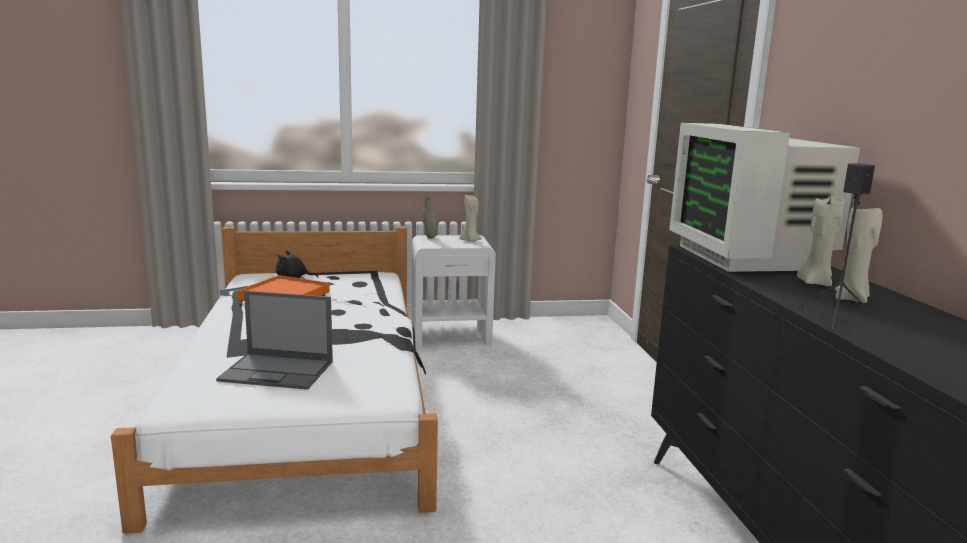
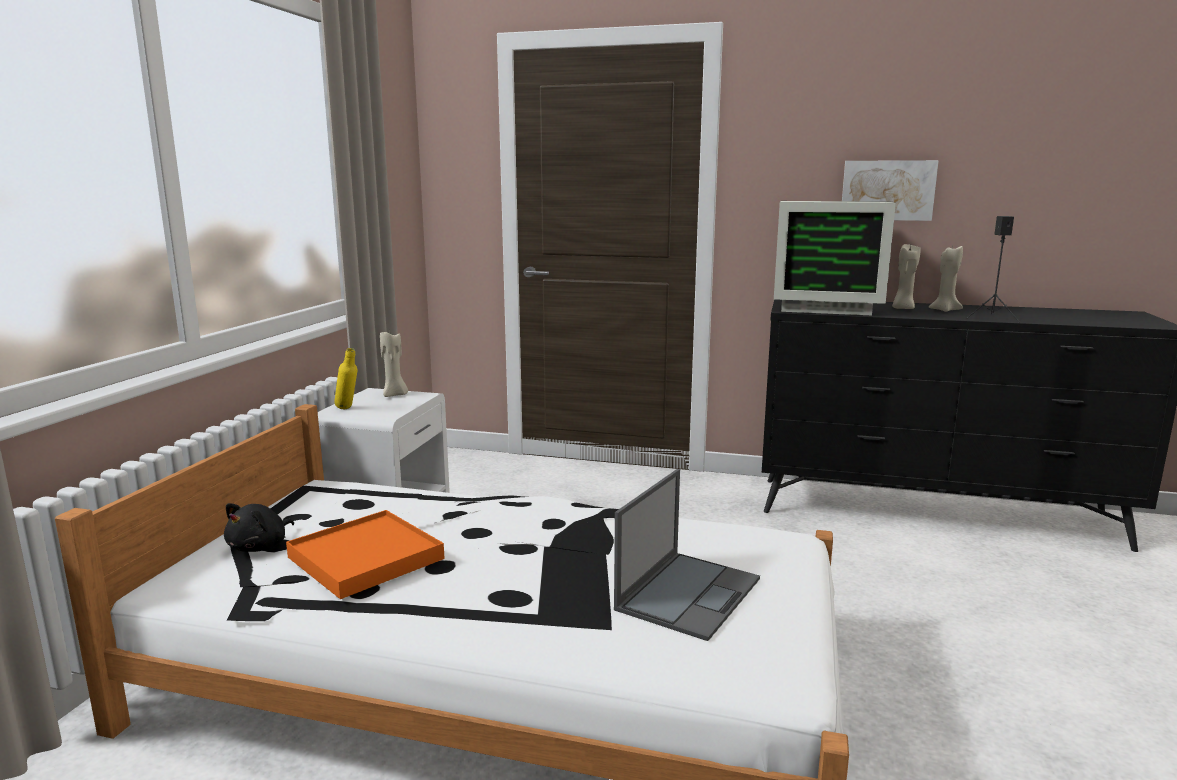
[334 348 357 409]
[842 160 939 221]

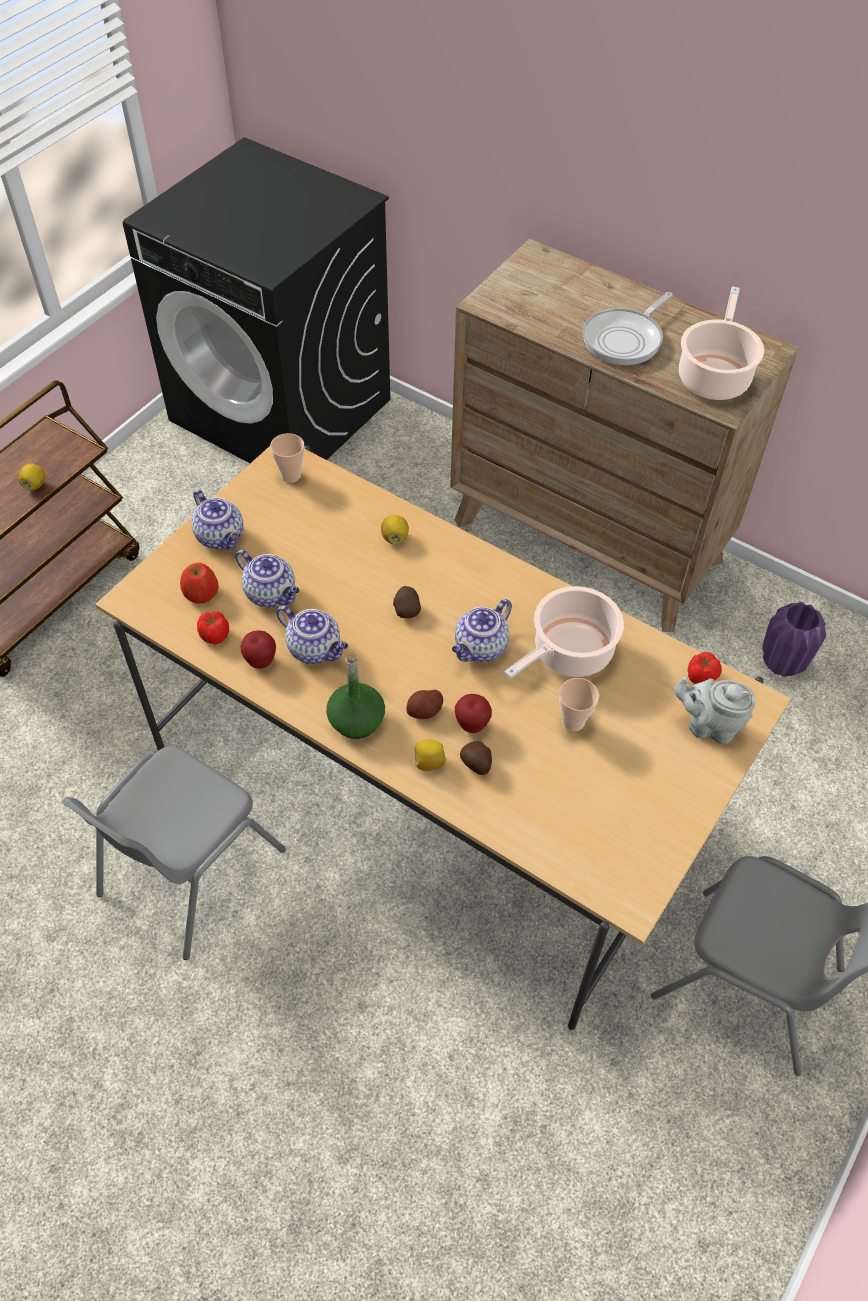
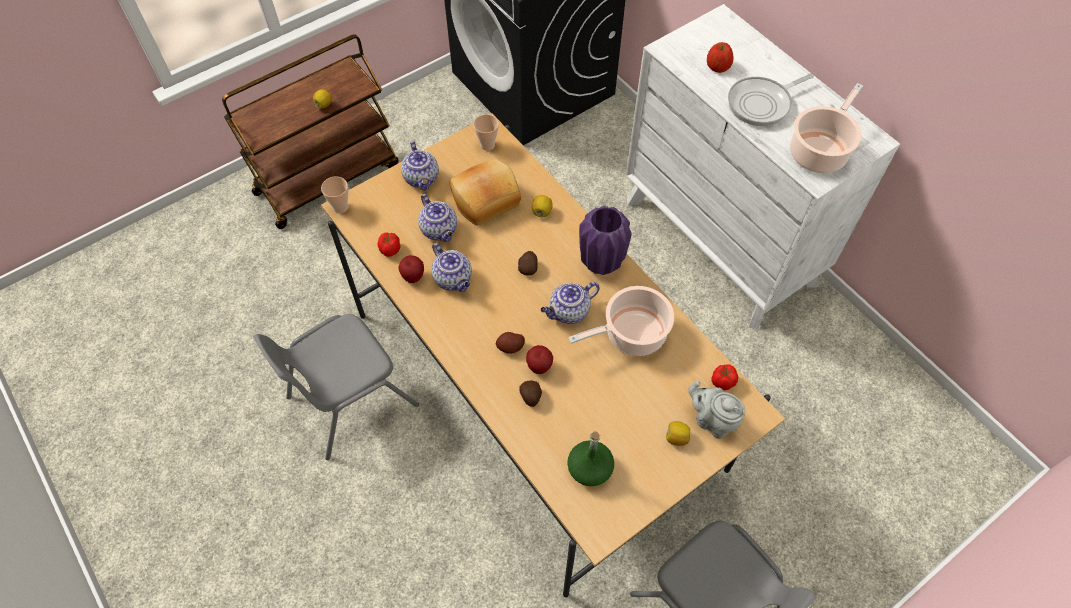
[626 4 900 330]
[707 42 734 73]
[579 206 632 275]
[568 432 614 486]
[321 176 348 213]
[666 421 690 446]
[450 159 521 226]

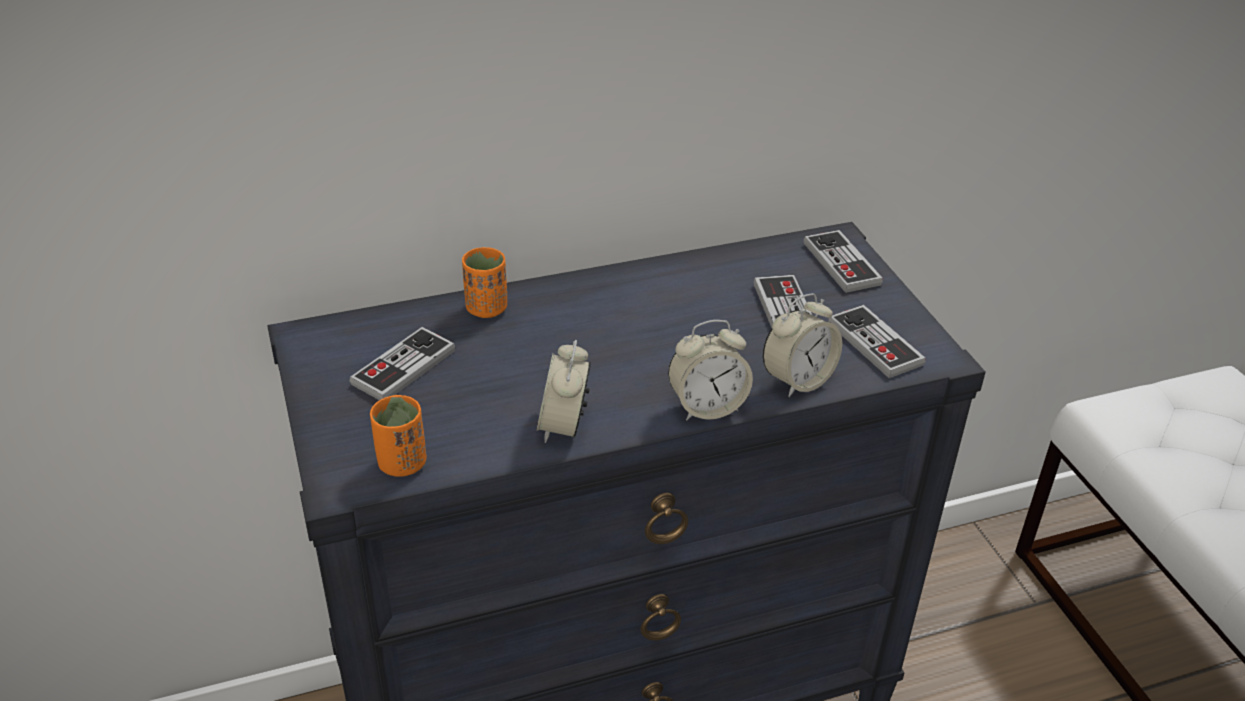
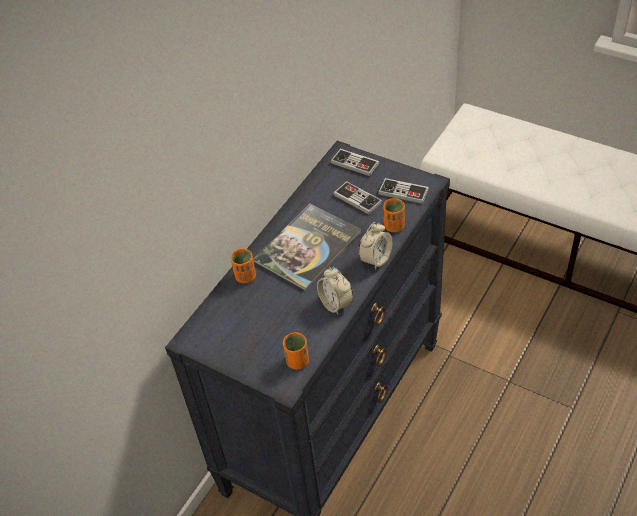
[383 198 405 232]
[350 327 455 400] (first image)
[253 204 361 291]

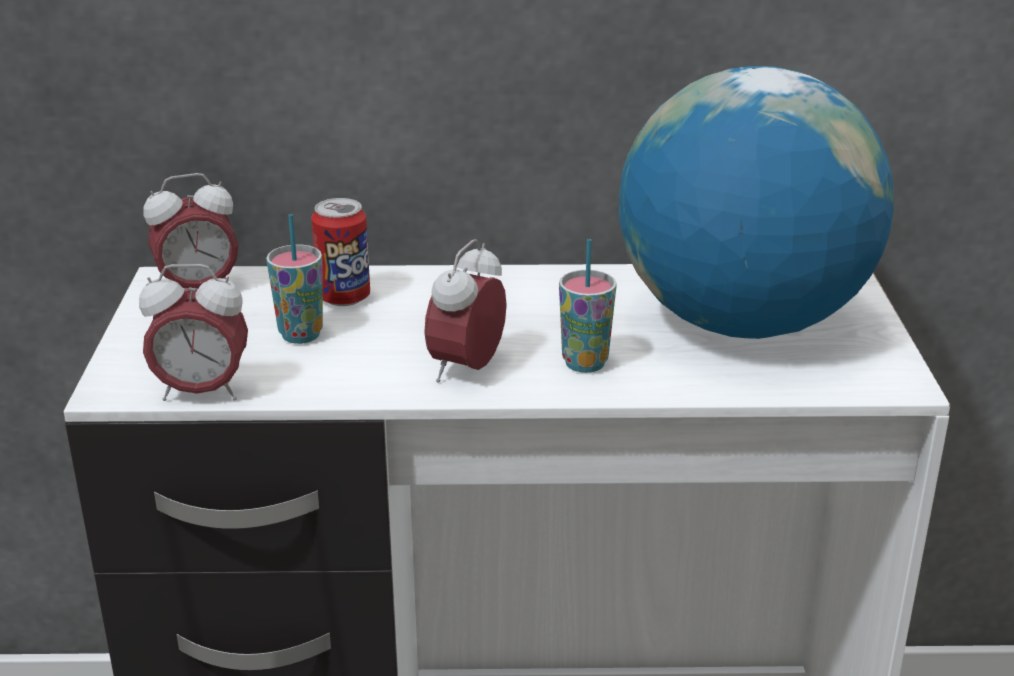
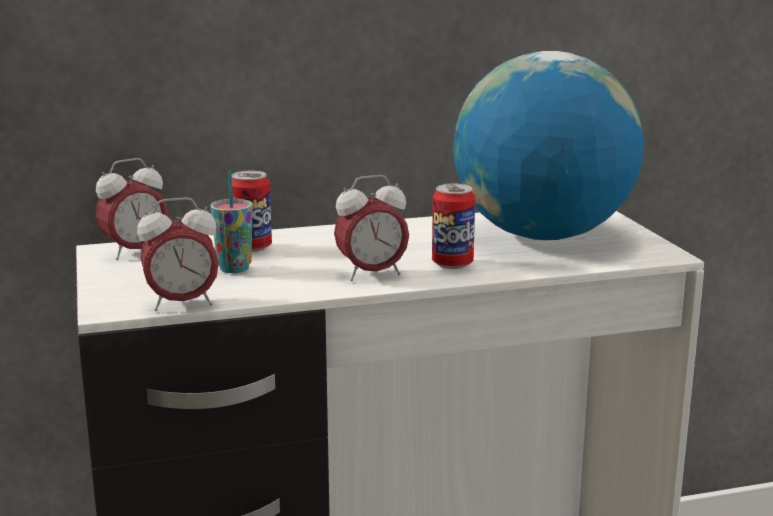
[334 175 409 281]
[432 183 475 269]

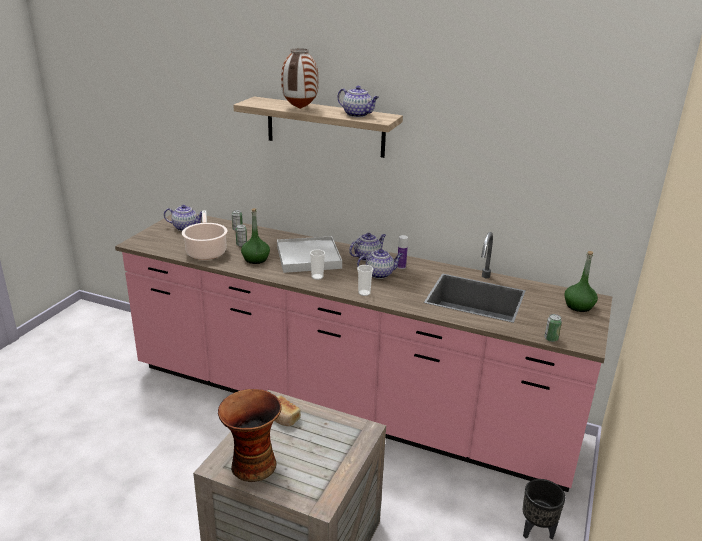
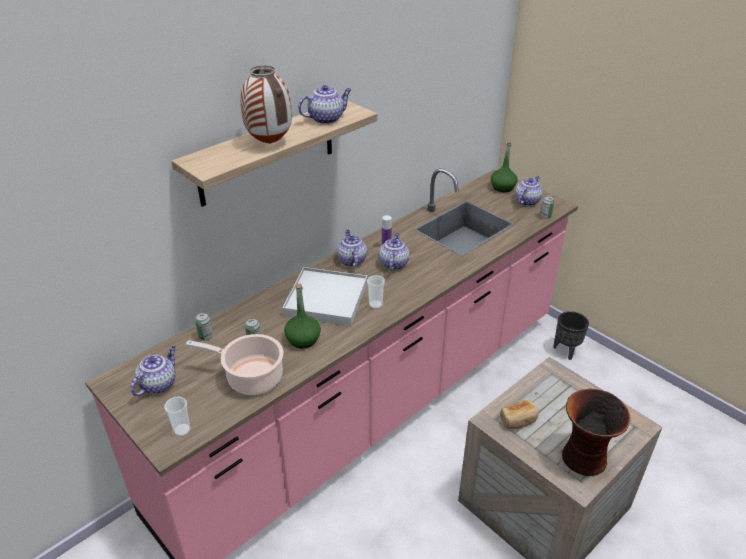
[164 397 191 437]
[515 176 542 206]

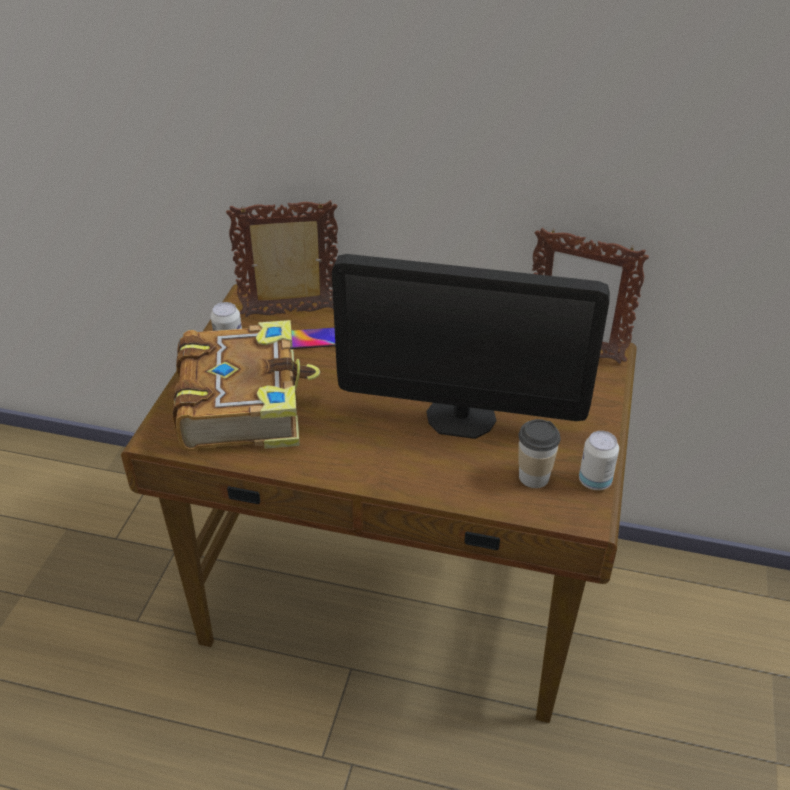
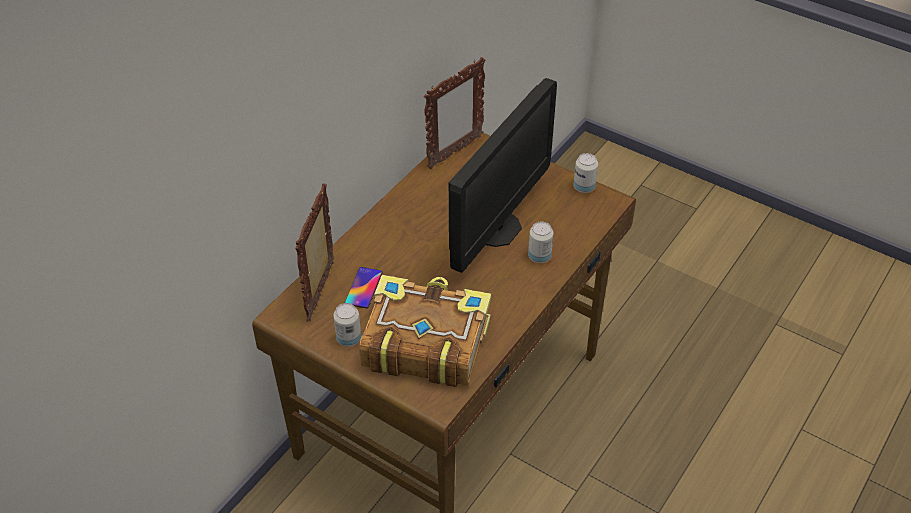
[518 419 561 488] (first image)
[528 222 553 263]

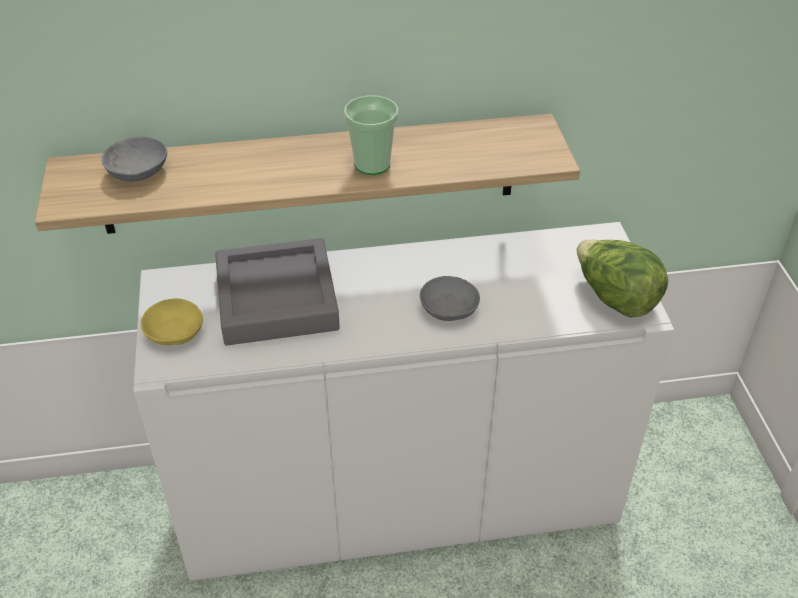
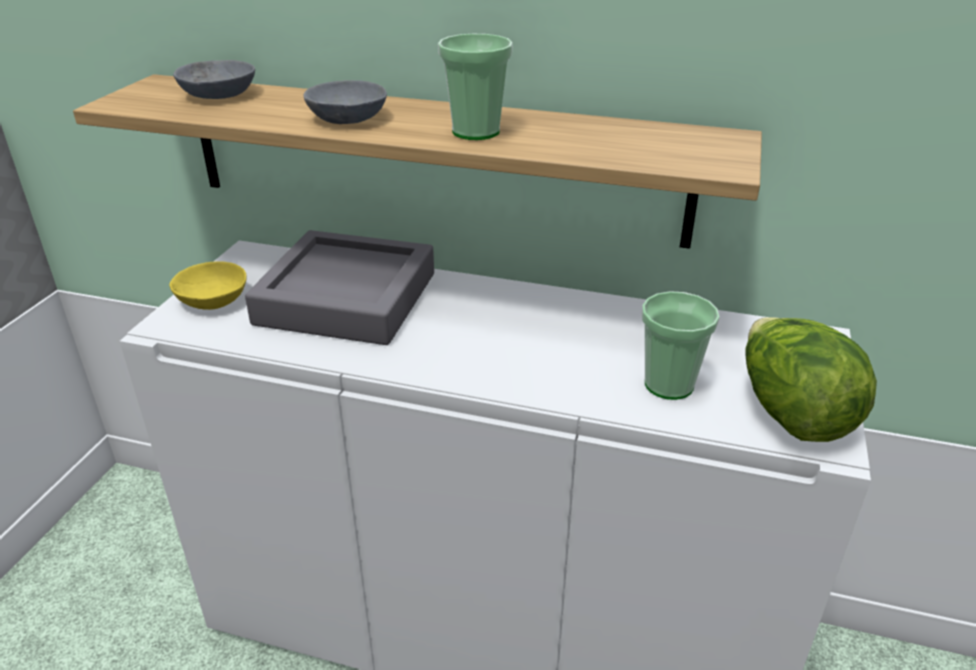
[304 80 387 124]
[641 291 720 400]

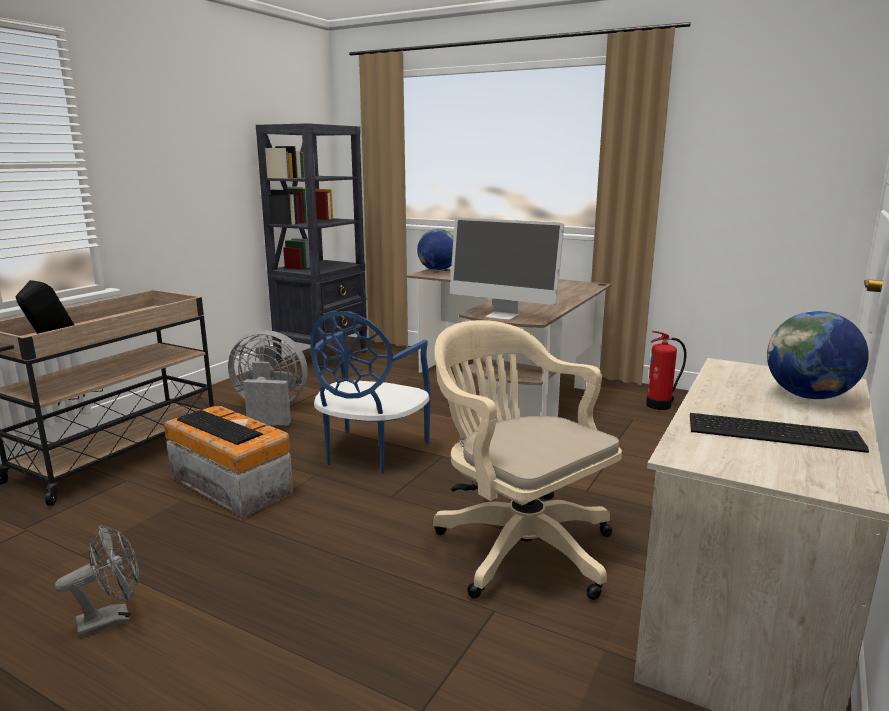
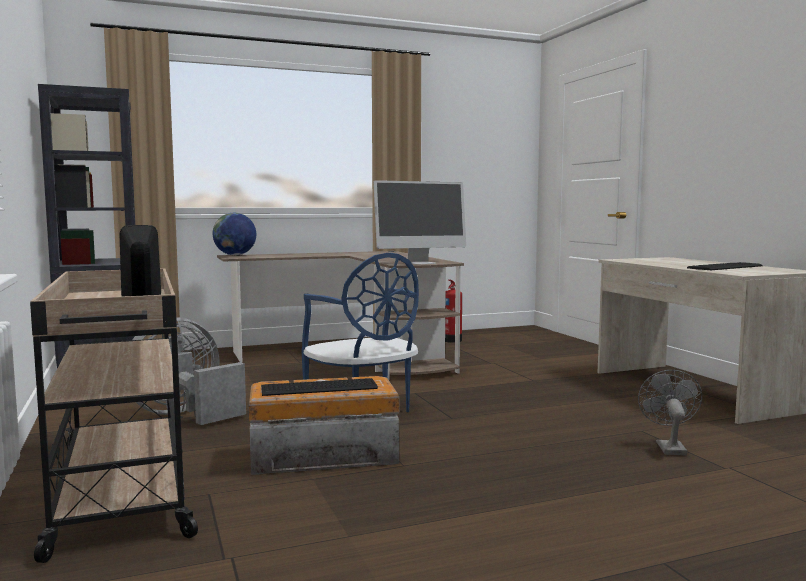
[767 311 869 399] (first image)
[433 320 622 600] (first image)
[638 370 702 456]

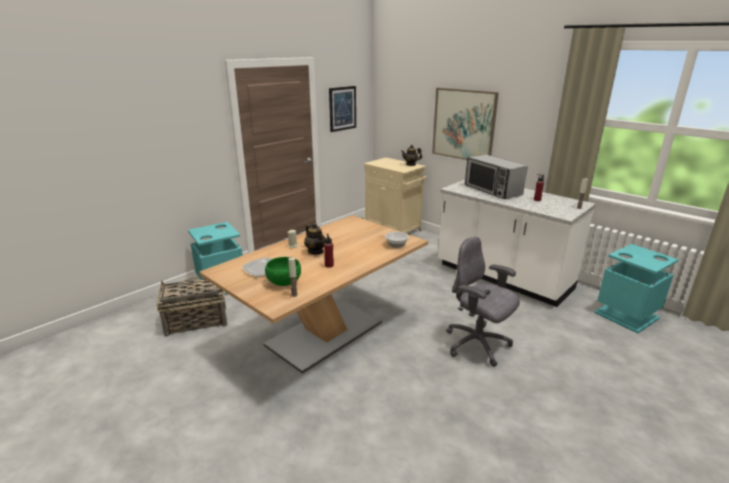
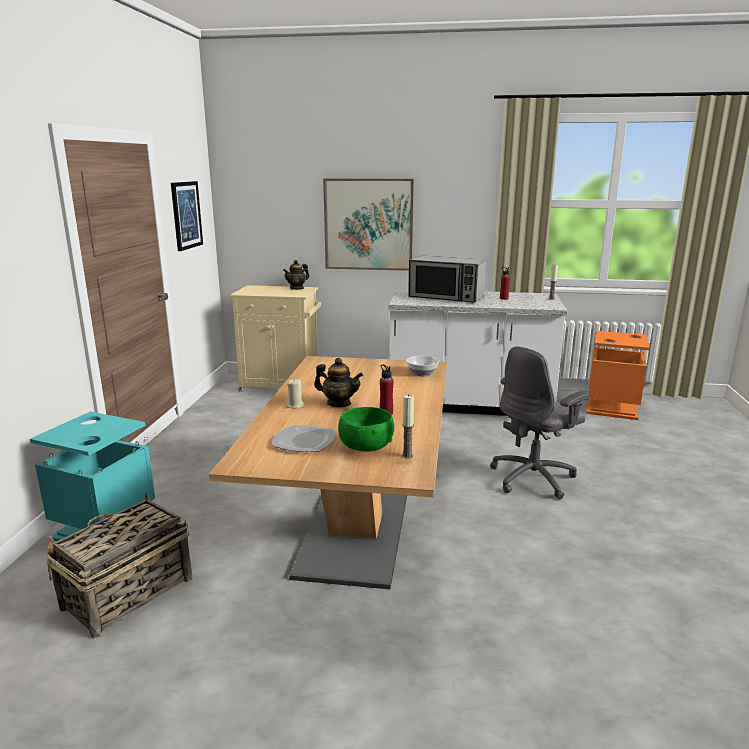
[490 346 590 499]
[586 331 649 420]

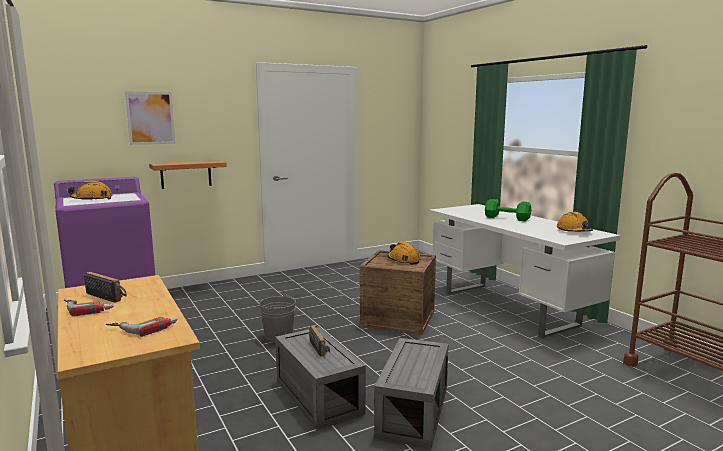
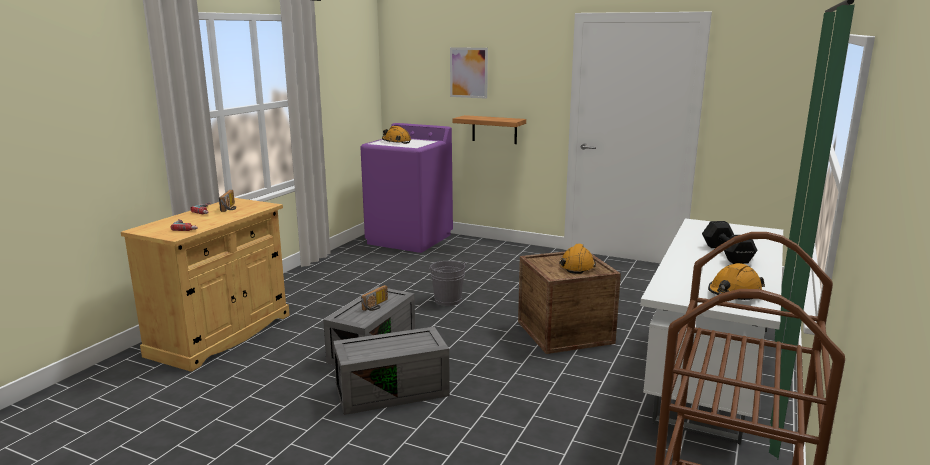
[702 221 757 264]

